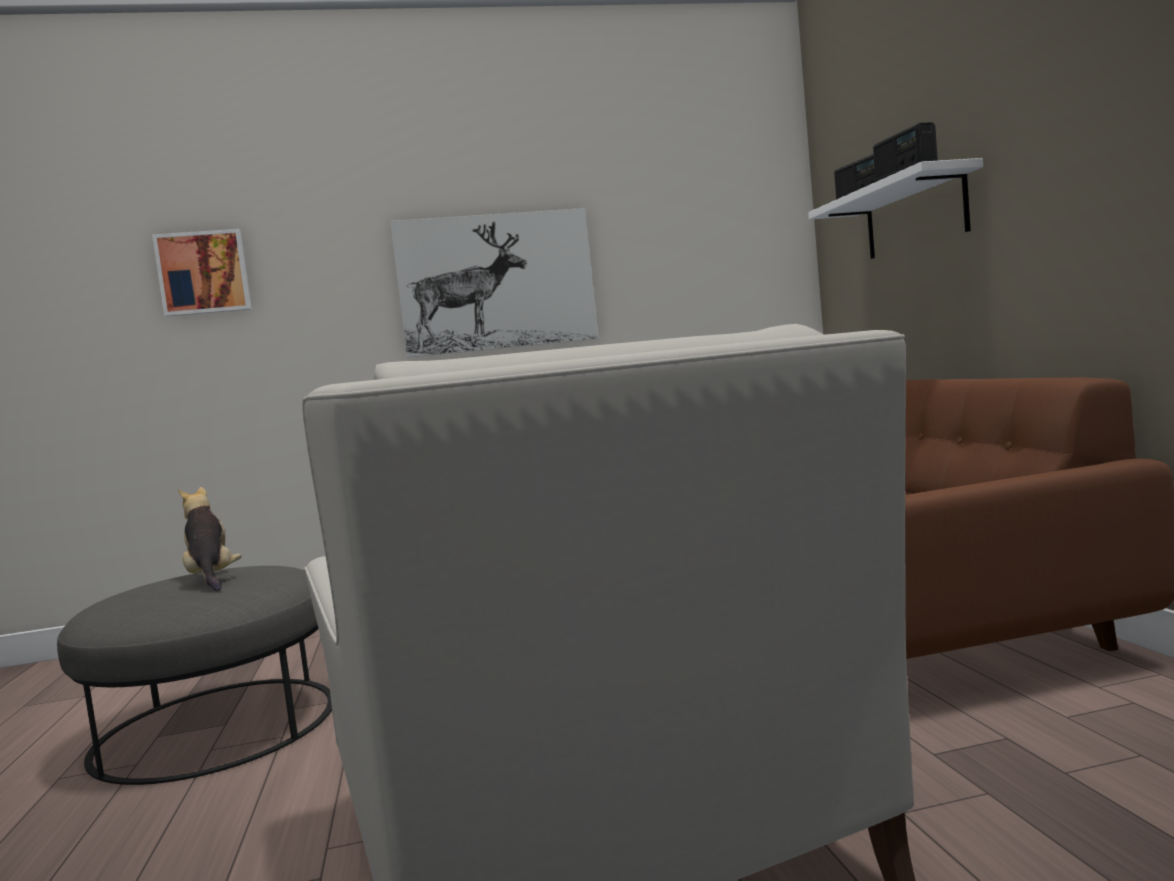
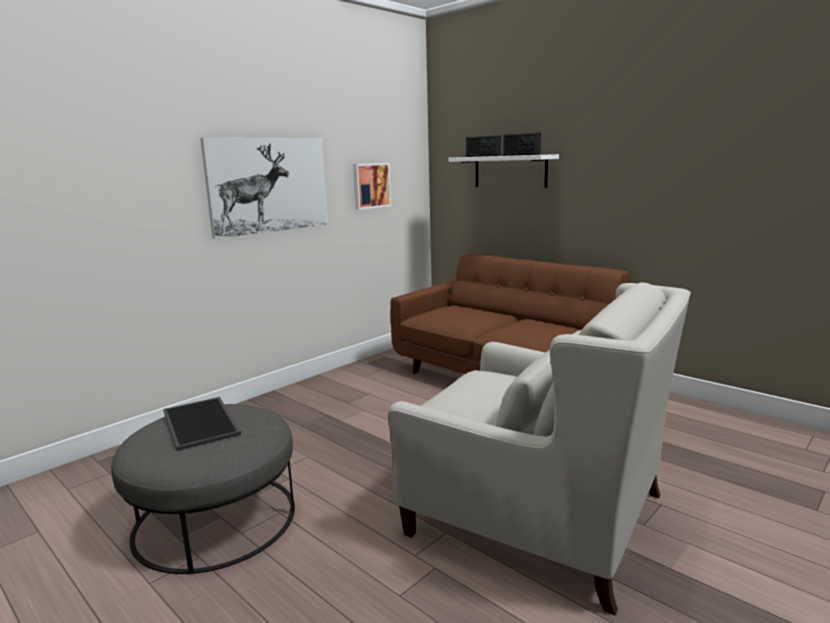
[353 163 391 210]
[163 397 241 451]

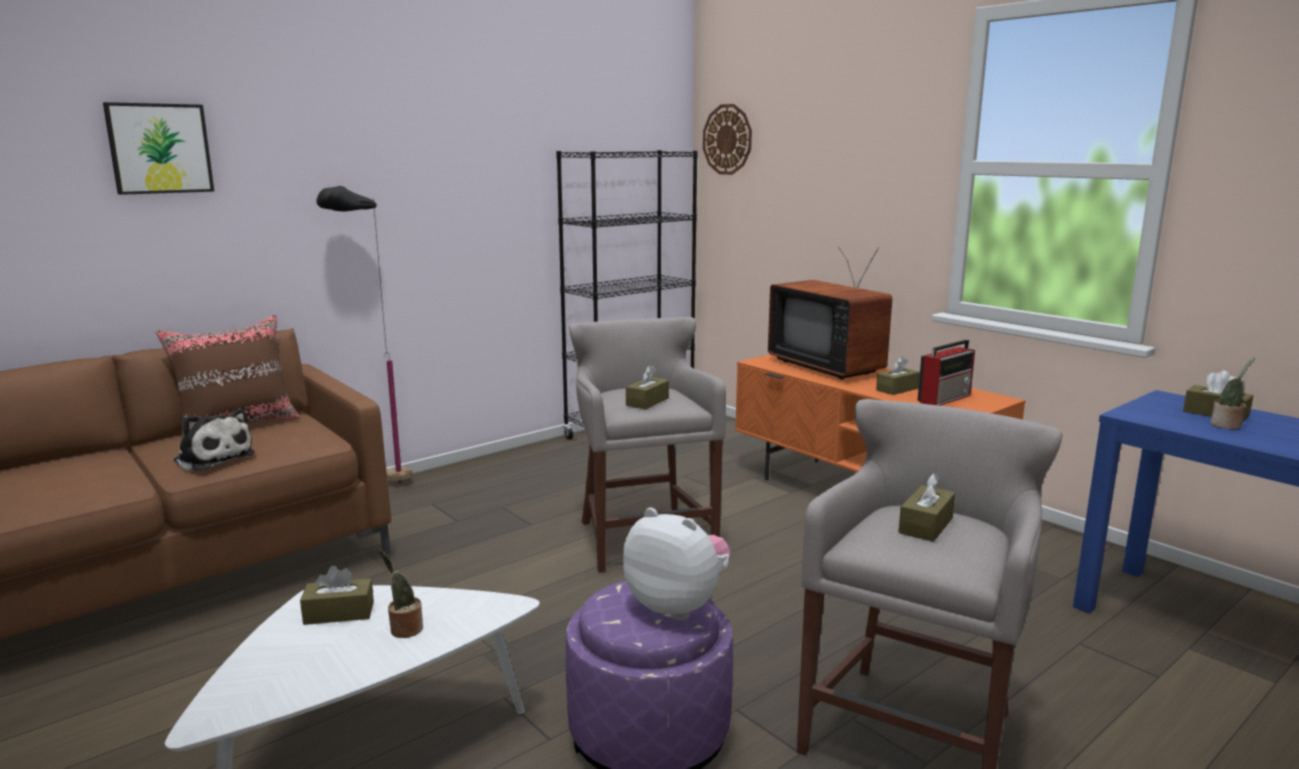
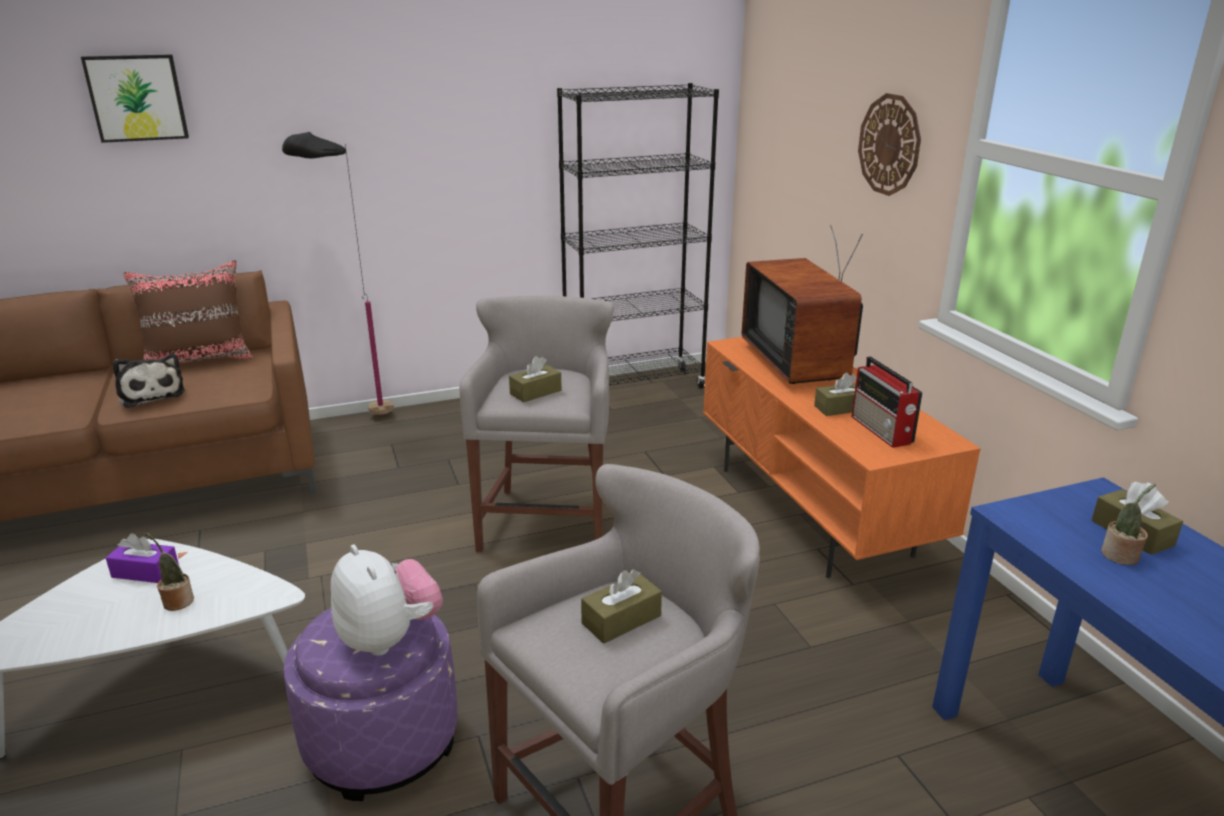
[858 93 921 196]
[851 356 923 448]
[106 533 179 583]

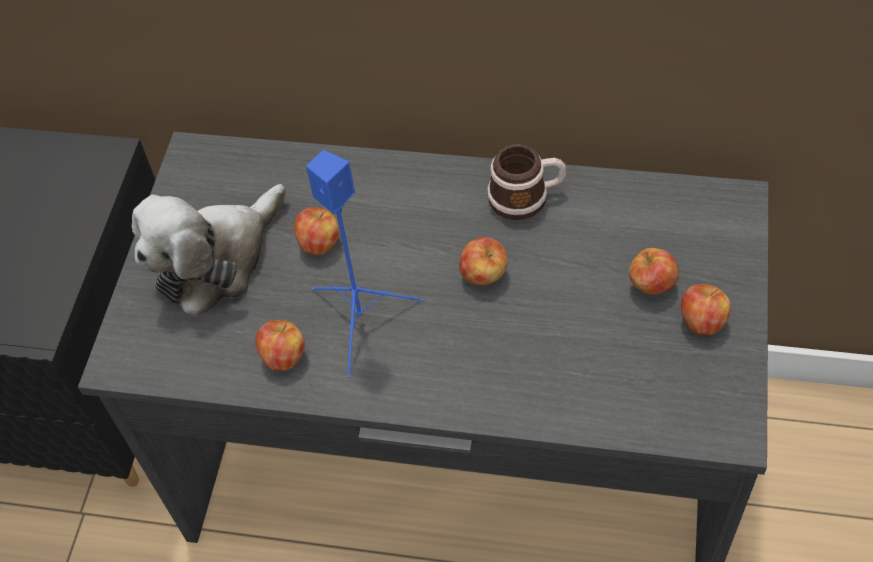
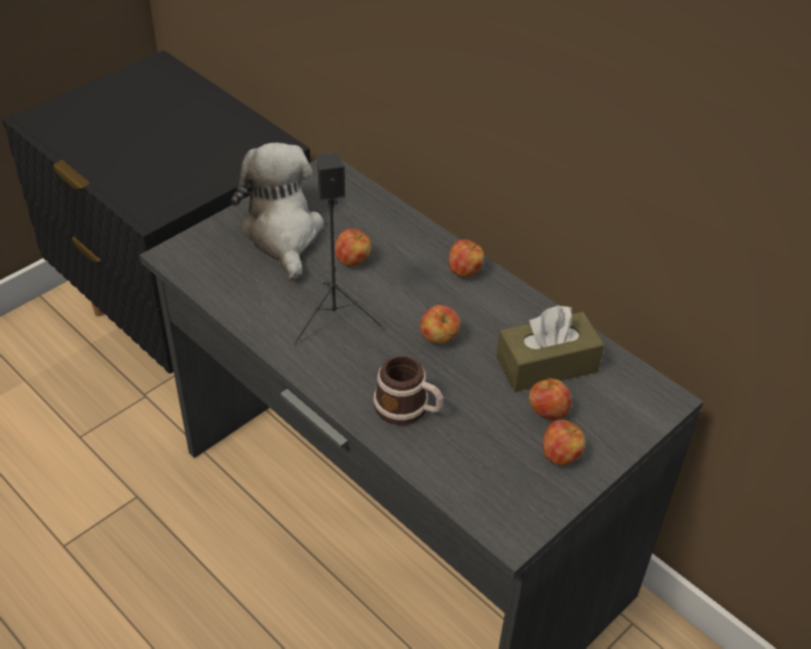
[374 356 443 425]
[294 153 385 345]
[231 143 324 280]
[449 239 484 278]
[496 305 604 392]

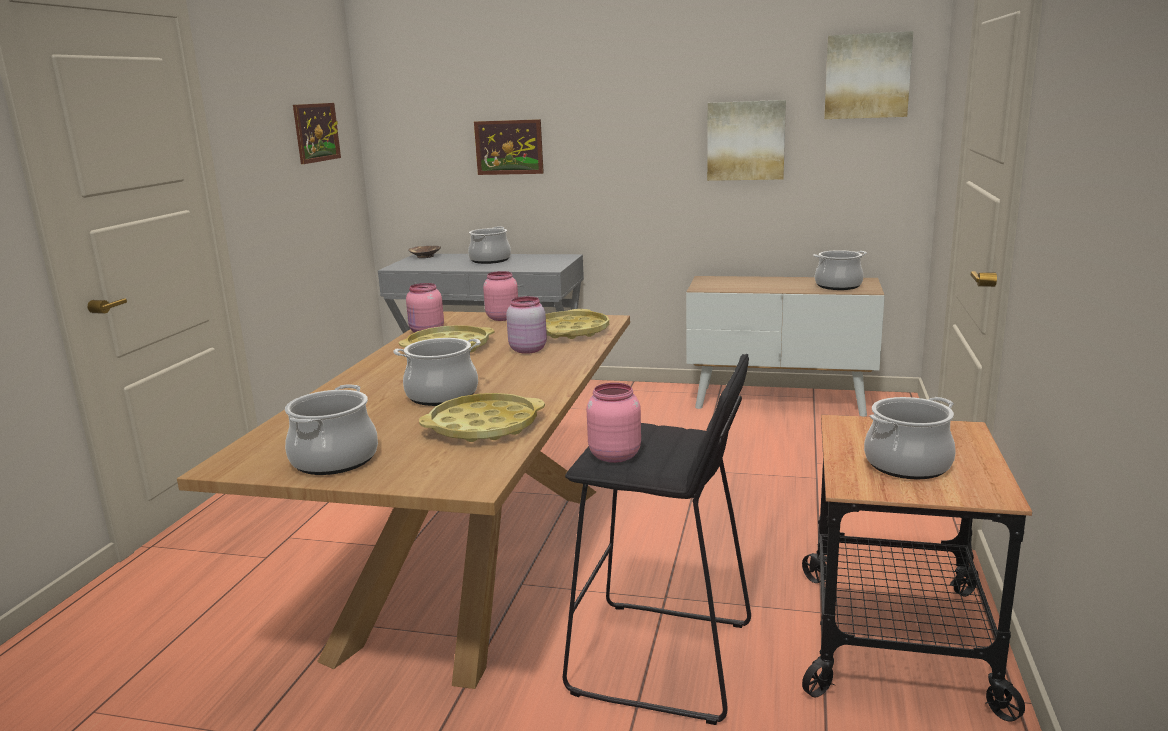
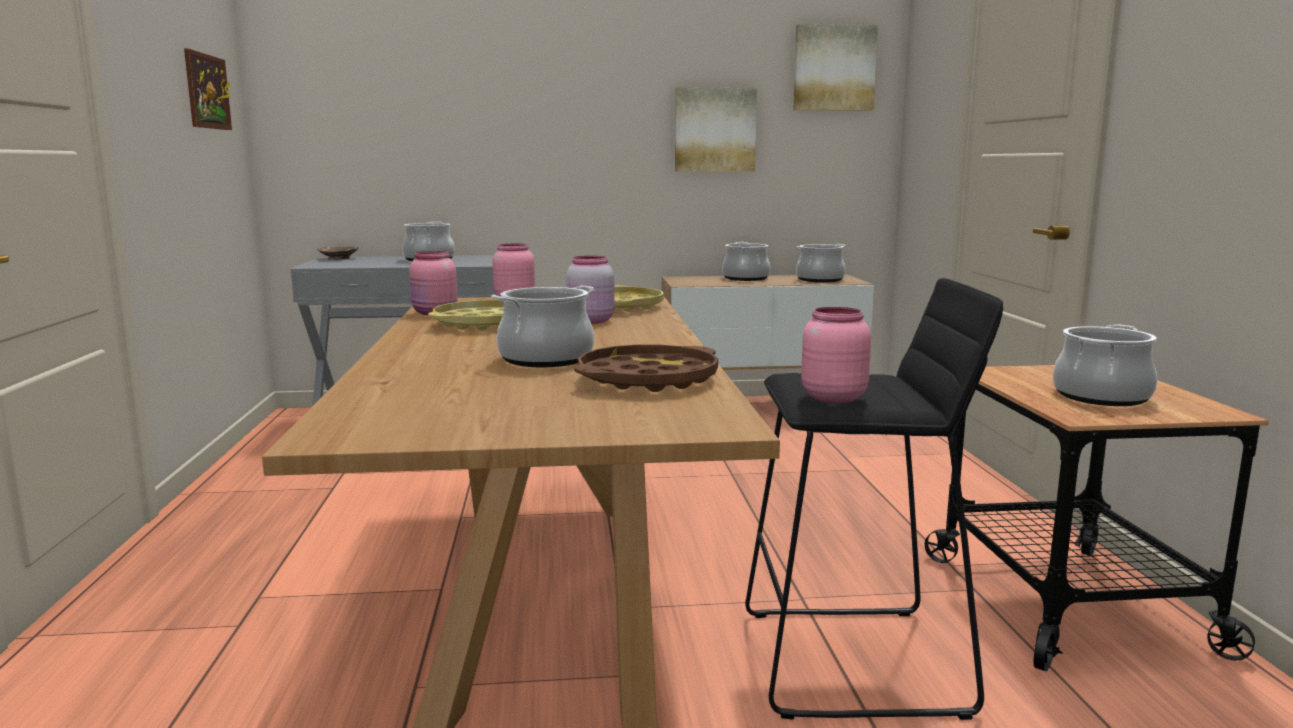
[474 119 544 175] (first image)
[722 242 770 281]
[575 345 718 392]

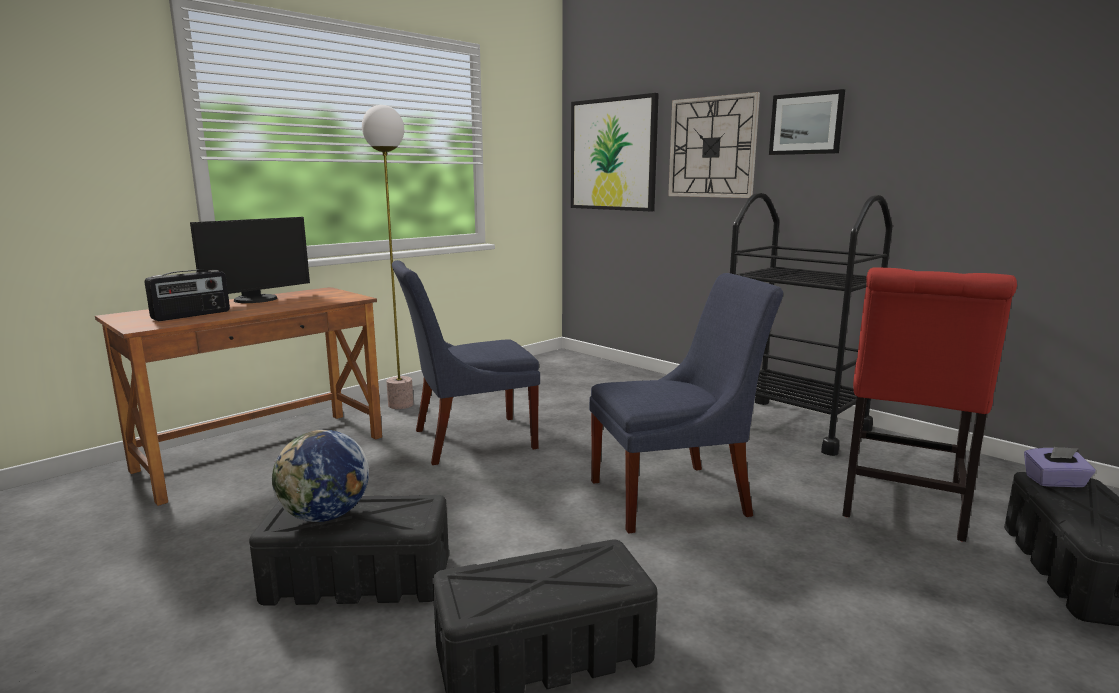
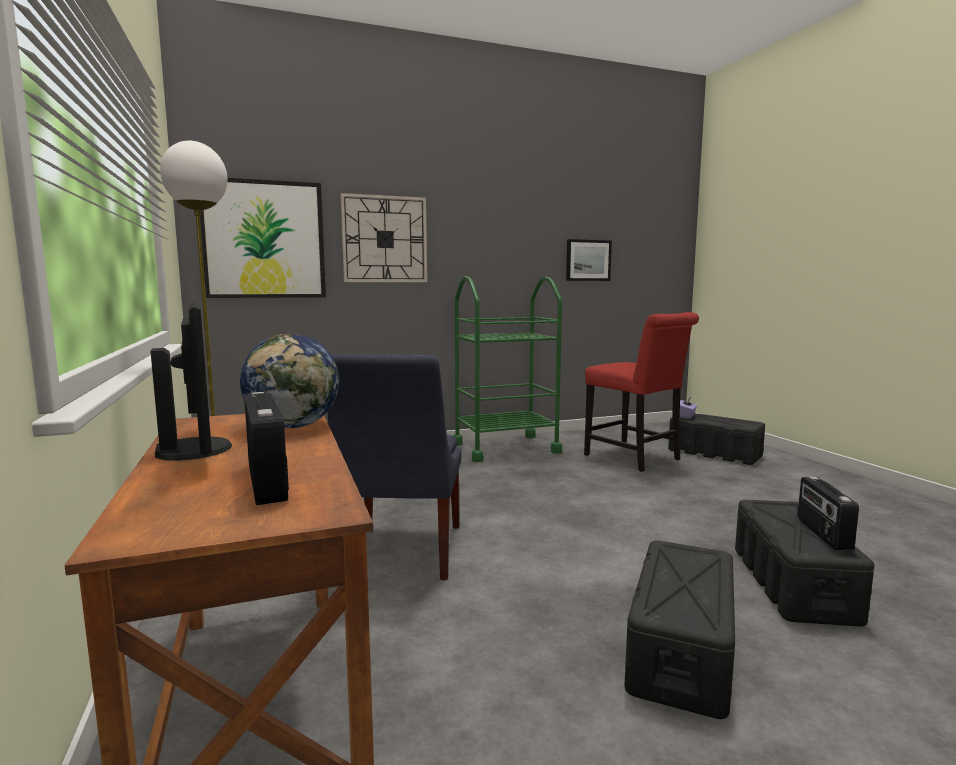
[566 239 612 281]
[453 276 562 462]
[589 273 783 534] (first image)
[240 334 339 428]
[798 477 859 551]

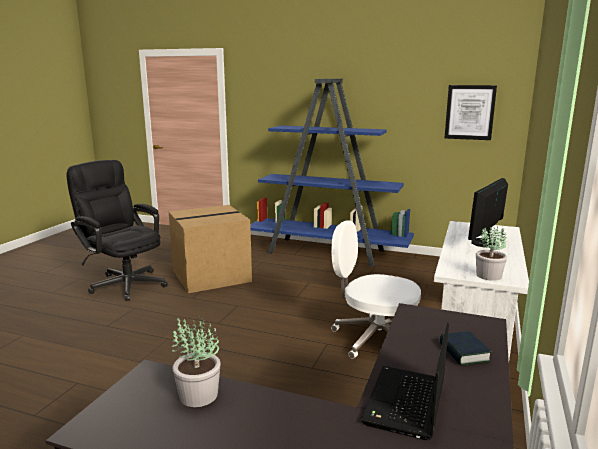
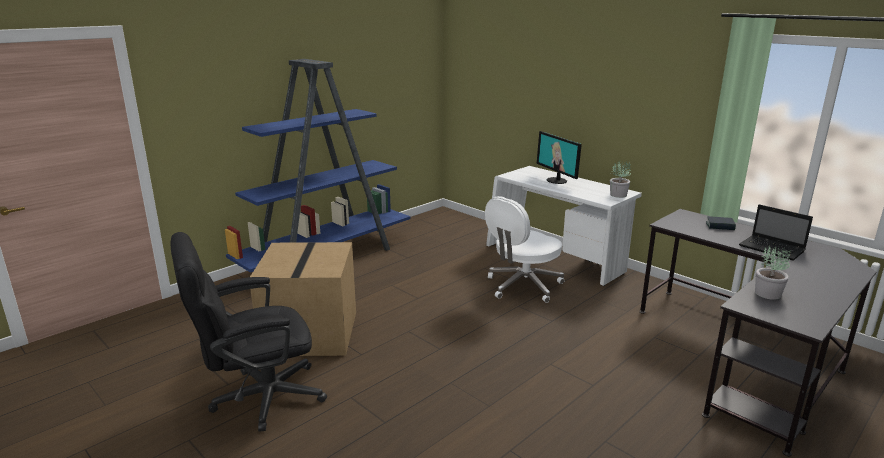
[444 85 497 140] (first image)

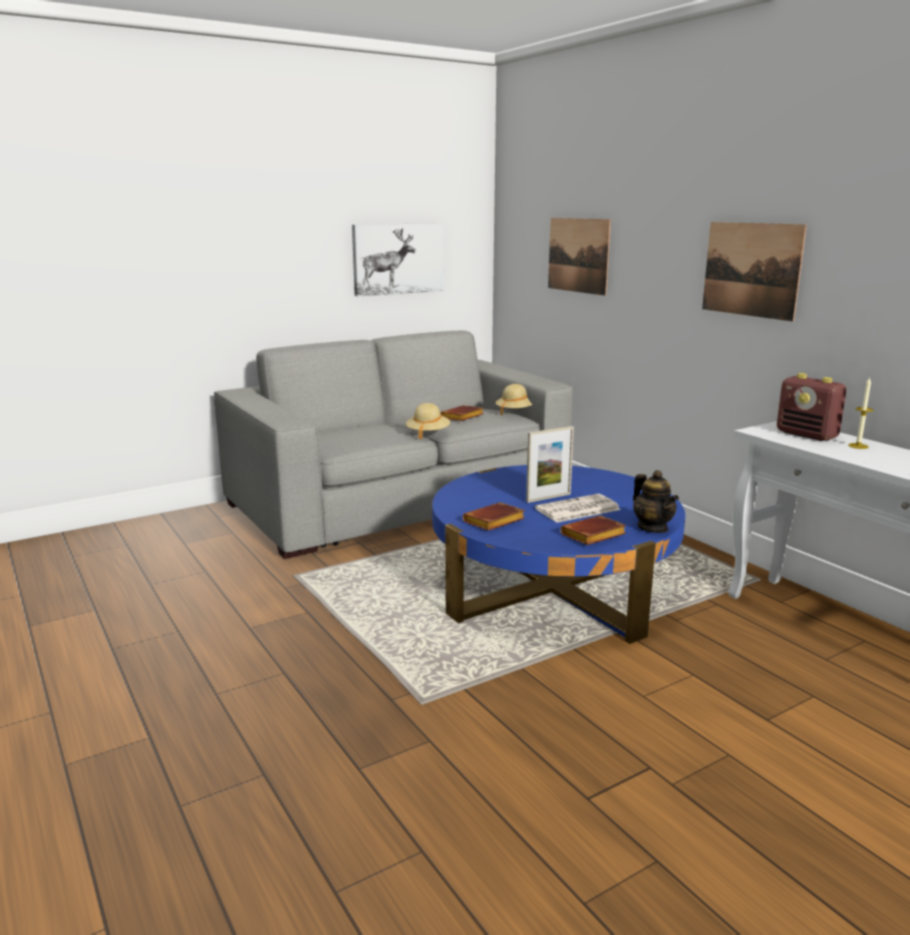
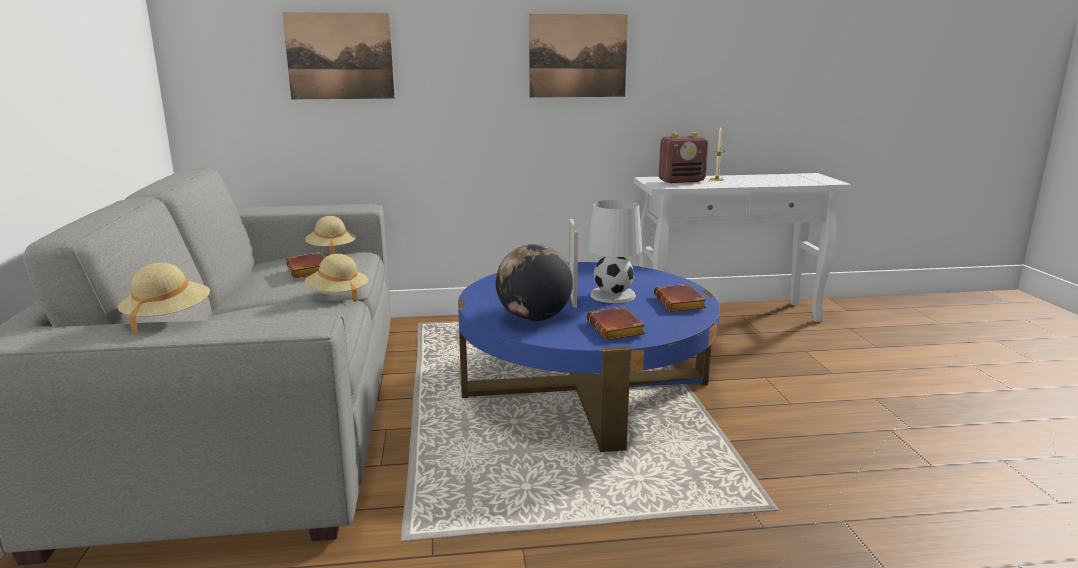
[352 223 443 296] (first image)
[633 470 679 533] (first image)
[587 200 642 303]
[496 244 573 321]
[118 263 210 333]

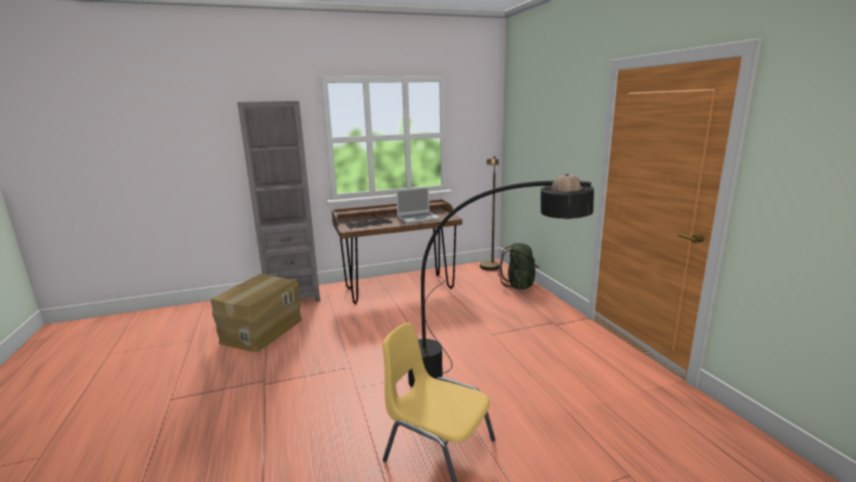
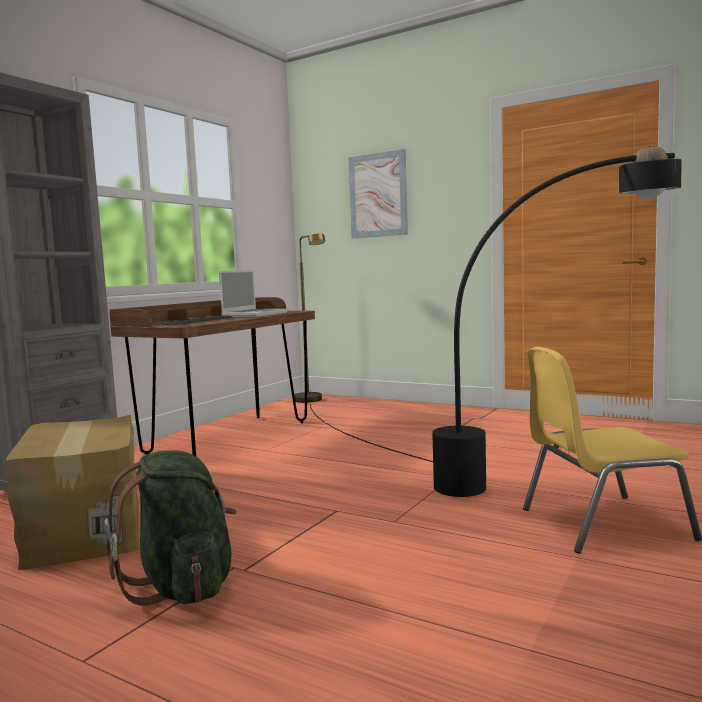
[104 450 237 606]
[348 149 408 238]

